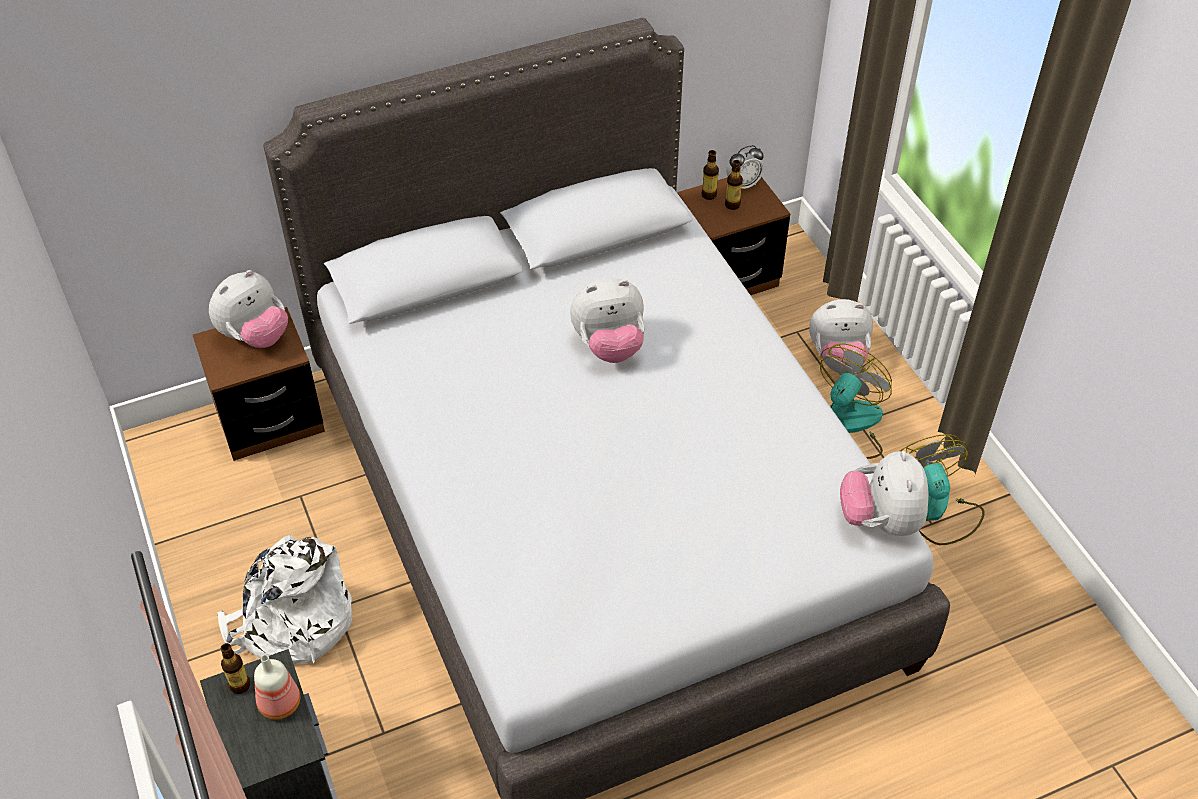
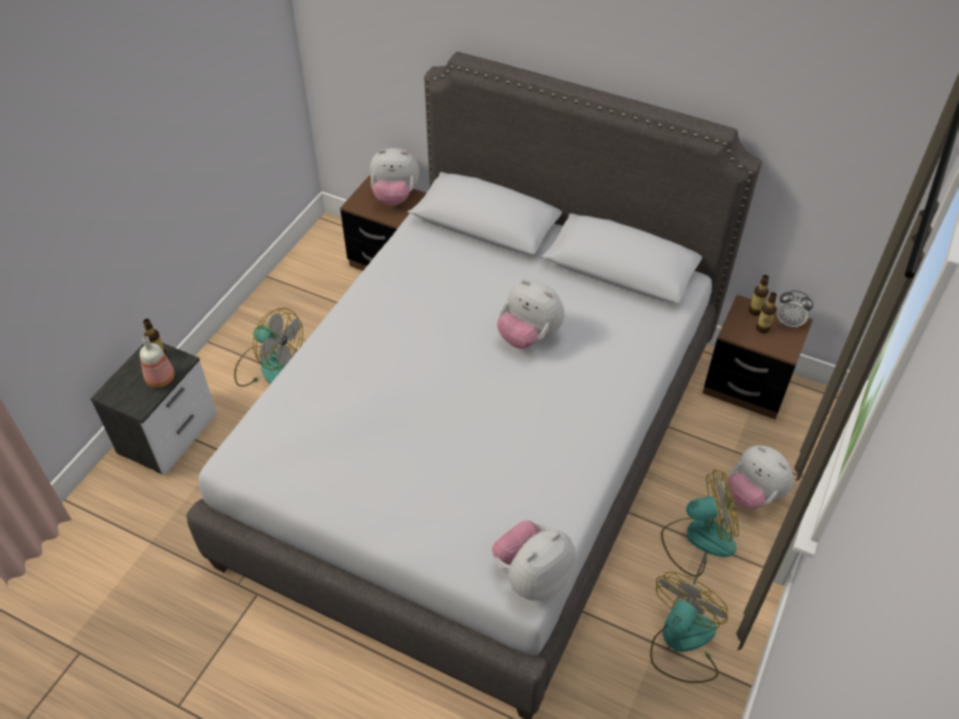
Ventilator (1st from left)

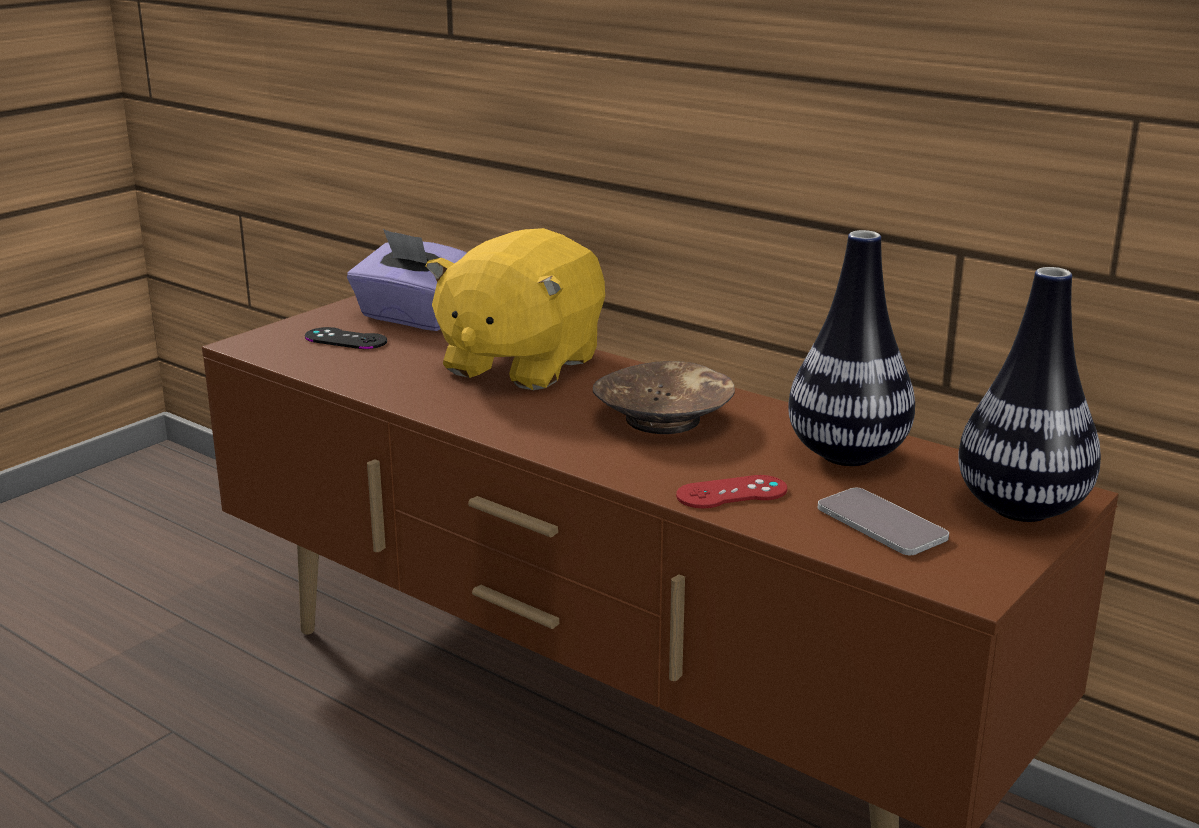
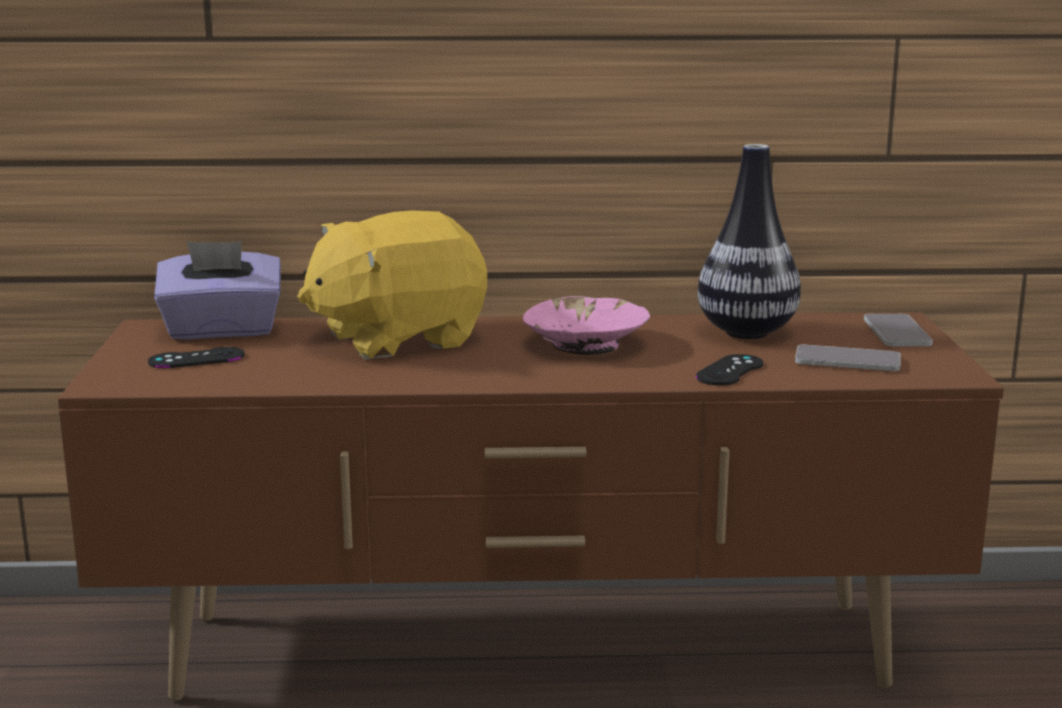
Plüschtier (gelb)
Schüssel (rosa)
Gamepad (schwarz) (2nd from left)
Handy (2nd from left)

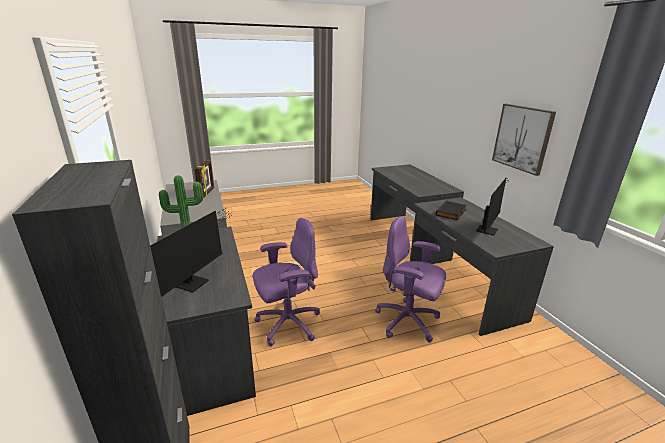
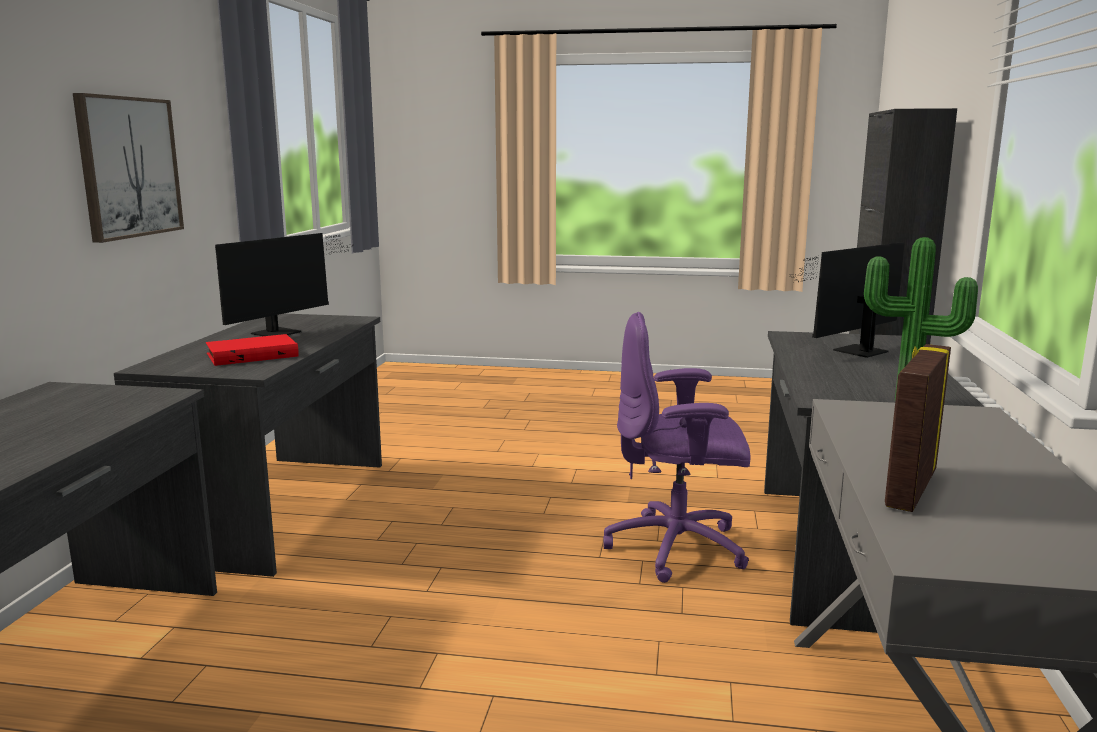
Bürostuhl (lila) (2nd from left in the first image)
Buch (rot)
Monitor (1st from left)

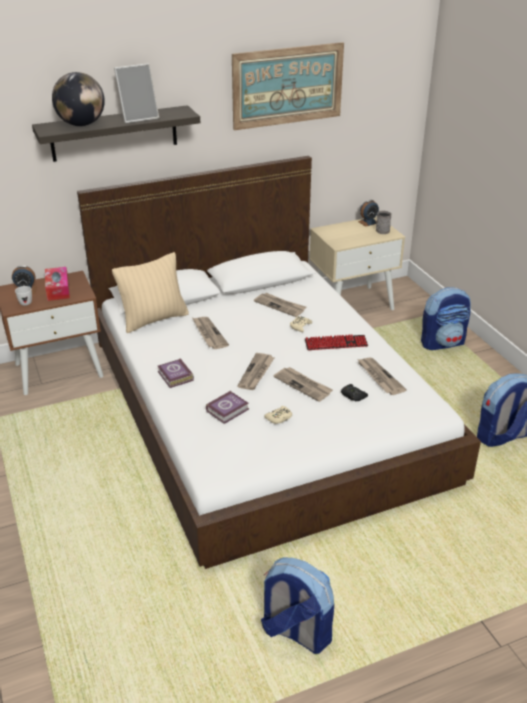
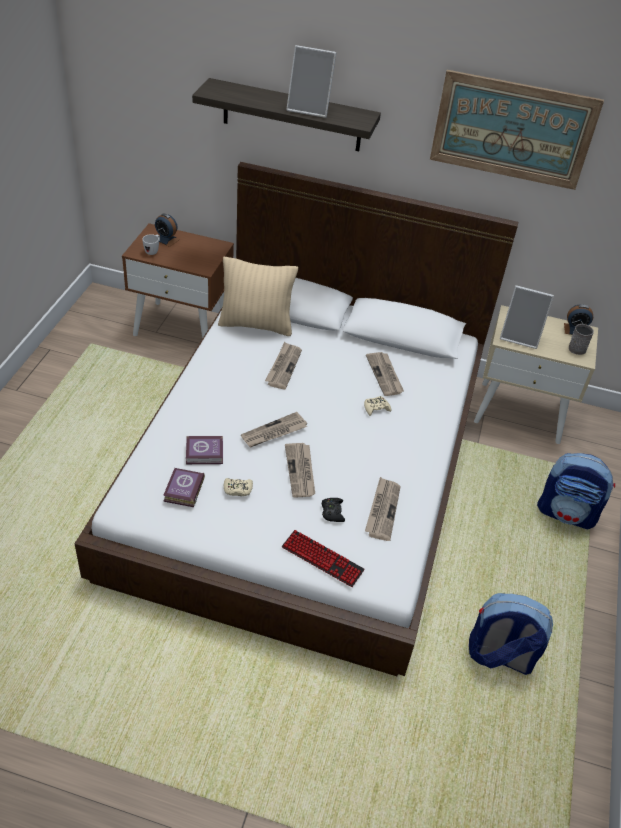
Taschentuchbox
Globus
Buch (1st from left)
Rucksack (1st from left in the first image)
Tastatur
Bilderrahmen (2nd from left)

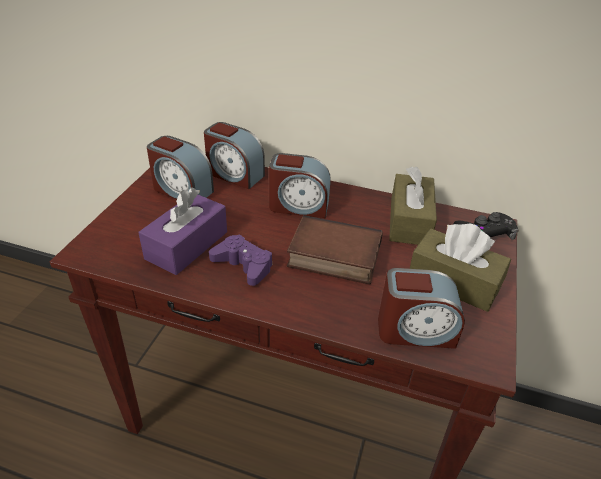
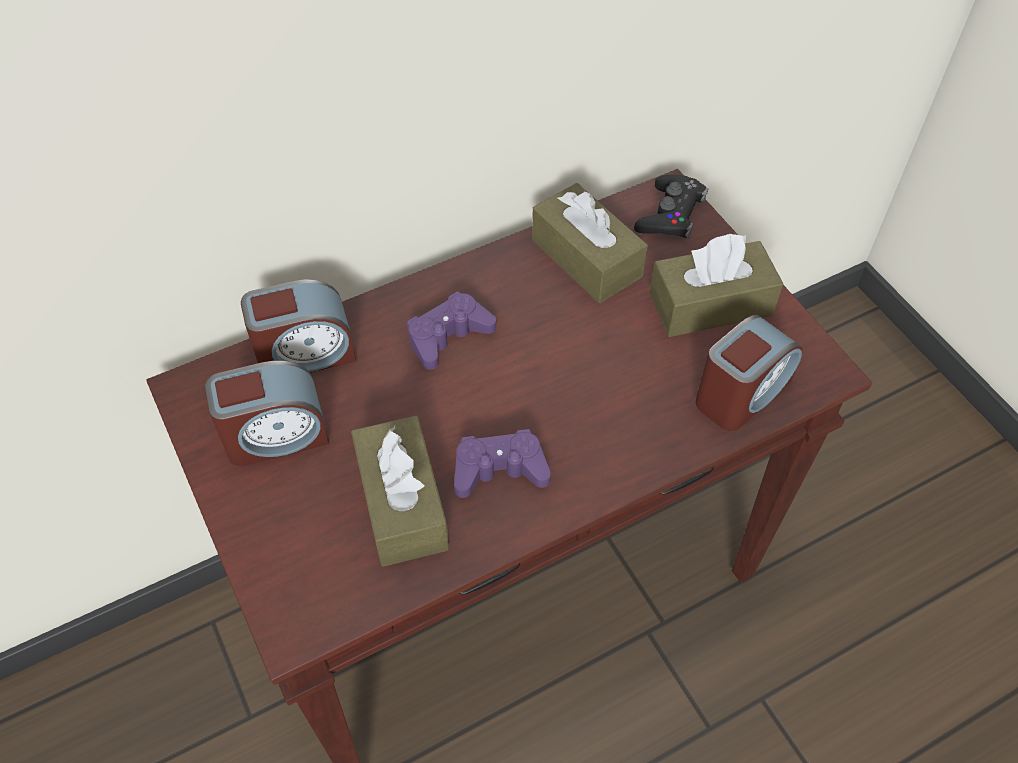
Taschentuchbox (braun) (1st from left)
Gamepad (lila) (1st from left)
Buch

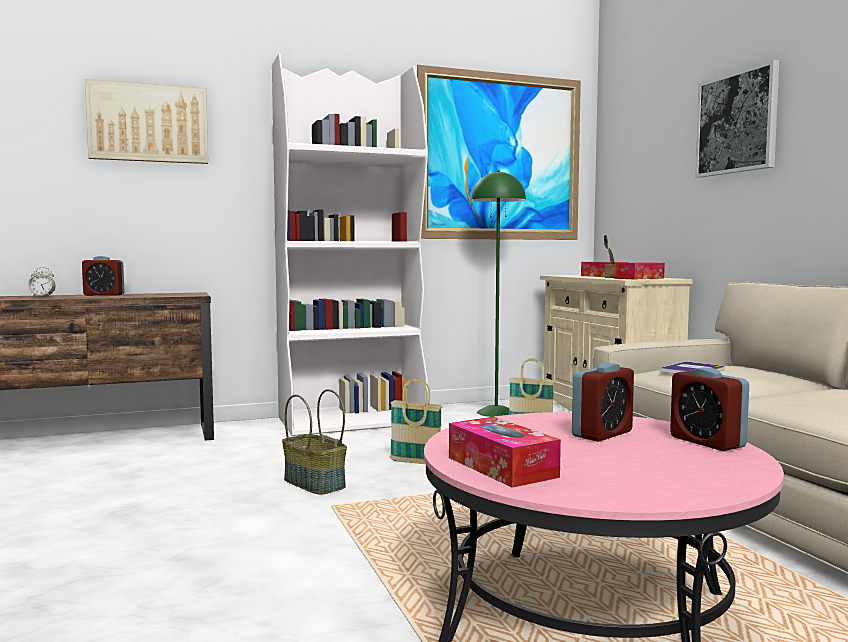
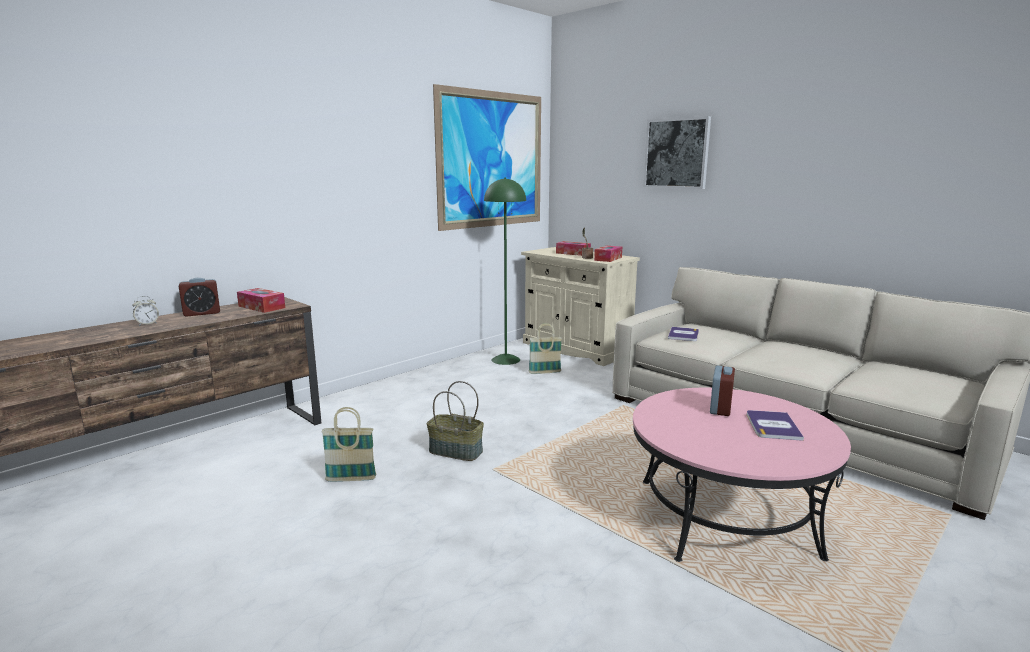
Bild (1st from left in the first image)
Bücherregal (weiß)
Korb (1st from left)
Taschentuchbox (1st from left)
Wecker (4th from left in the first image)
Buch (2nd from left)

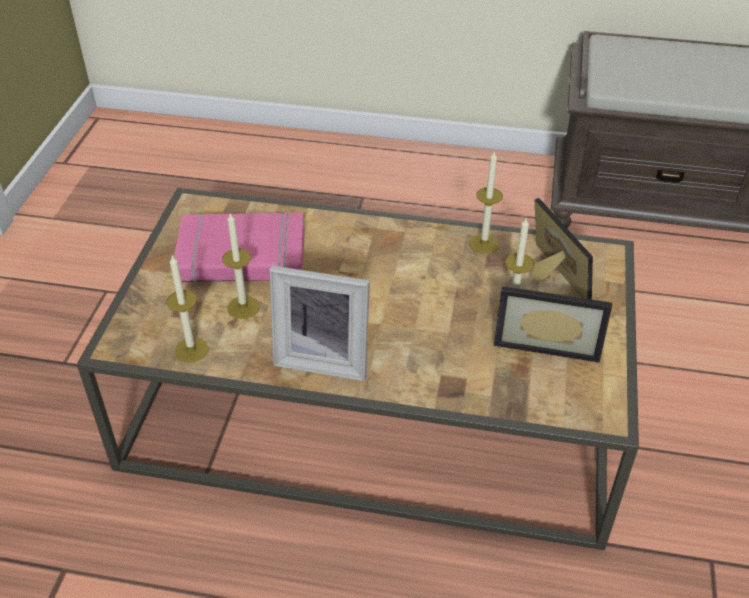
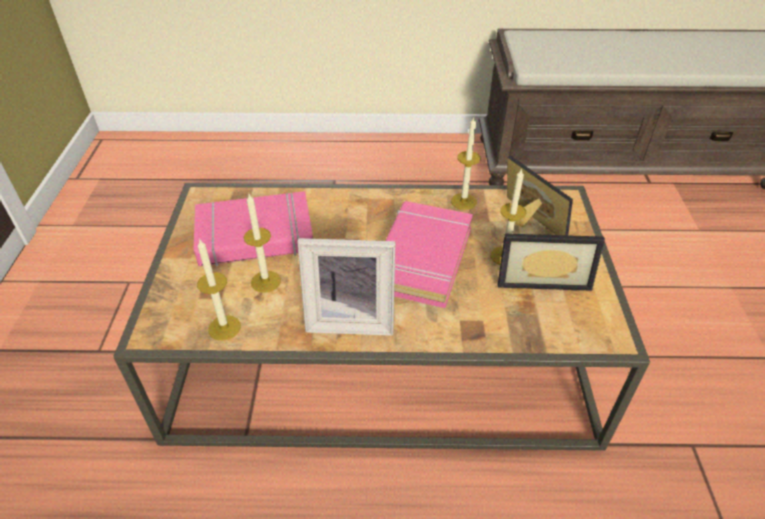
Buch (rosa) (2nd from left)

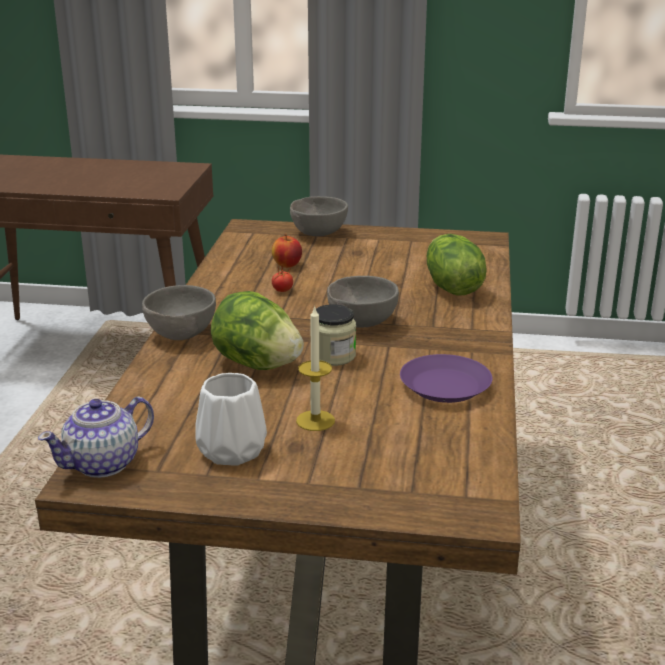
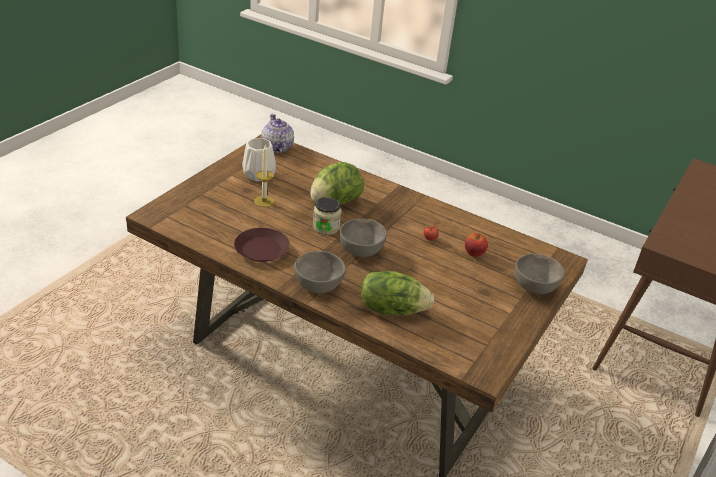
Schüssel (grau) (1st from left)
Teller (braun)

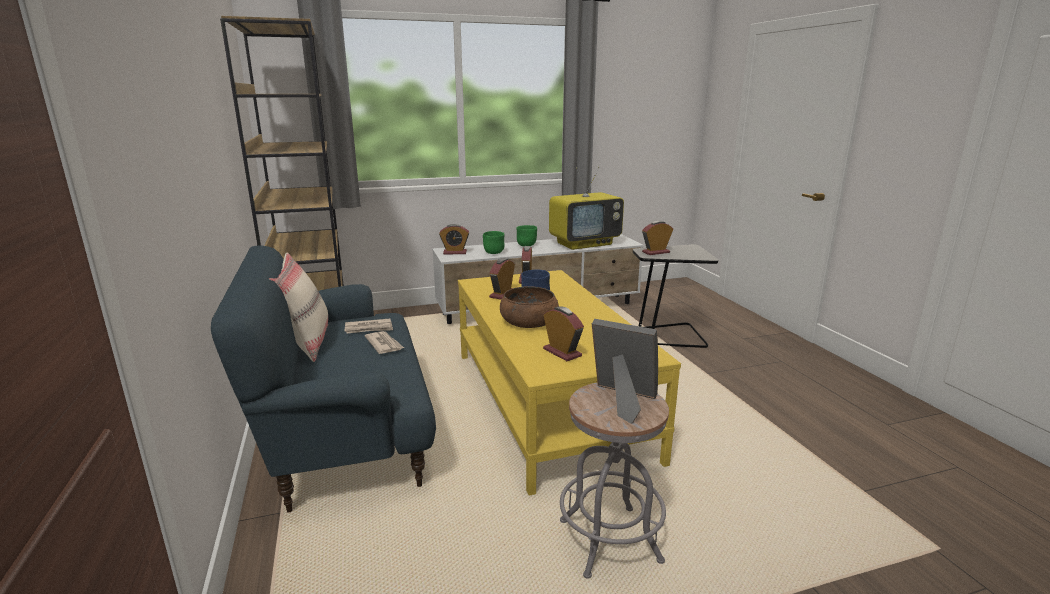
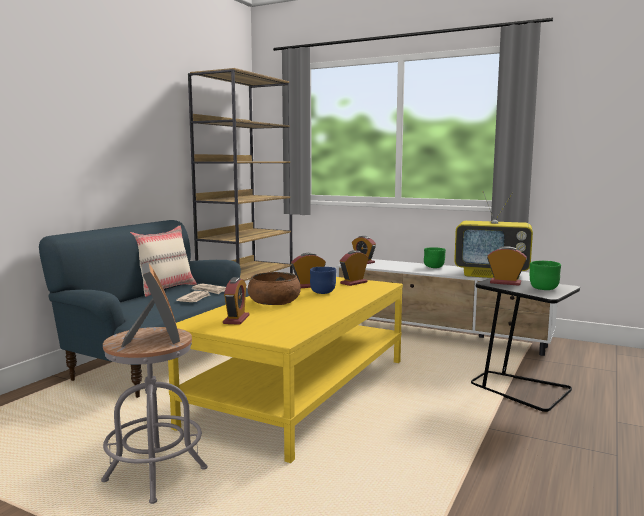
Schüssel (grün) (2nd from left)

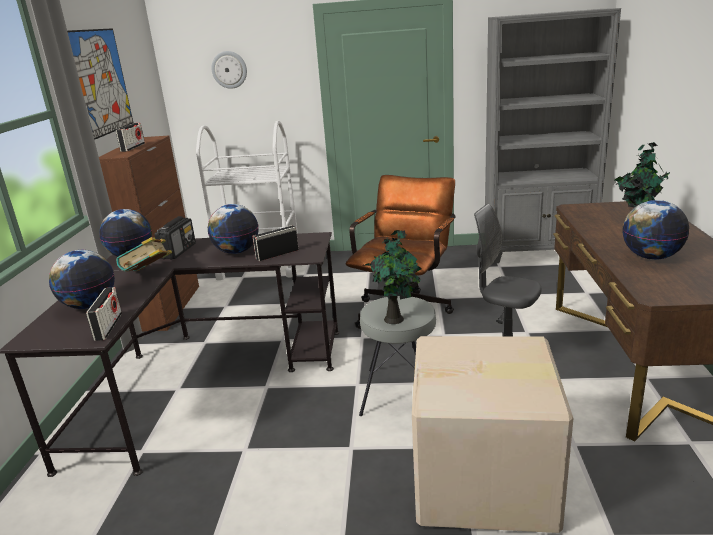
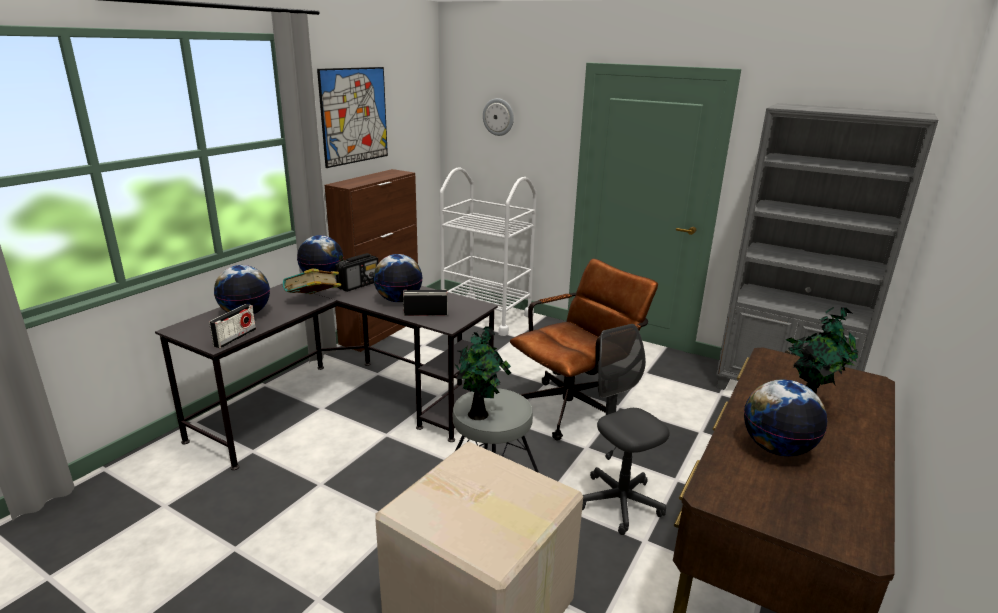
Radio (2nd from left in the first image)

